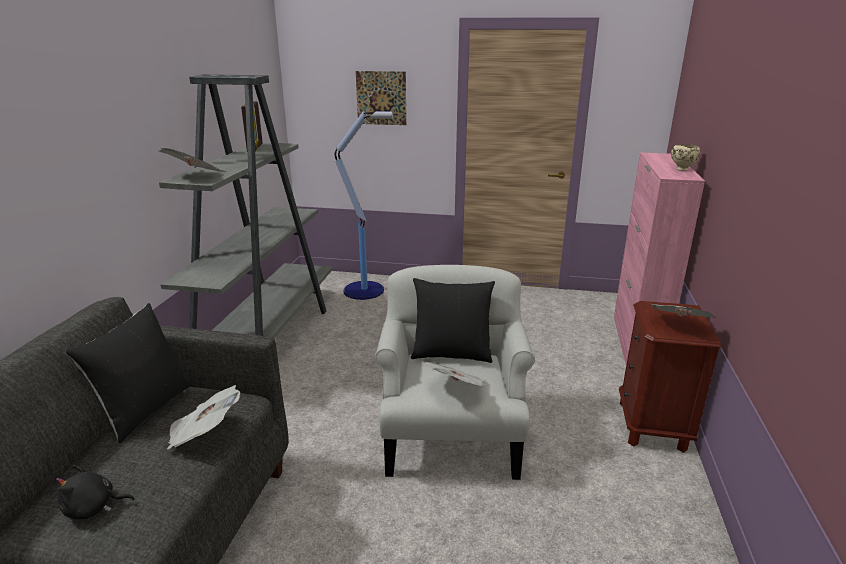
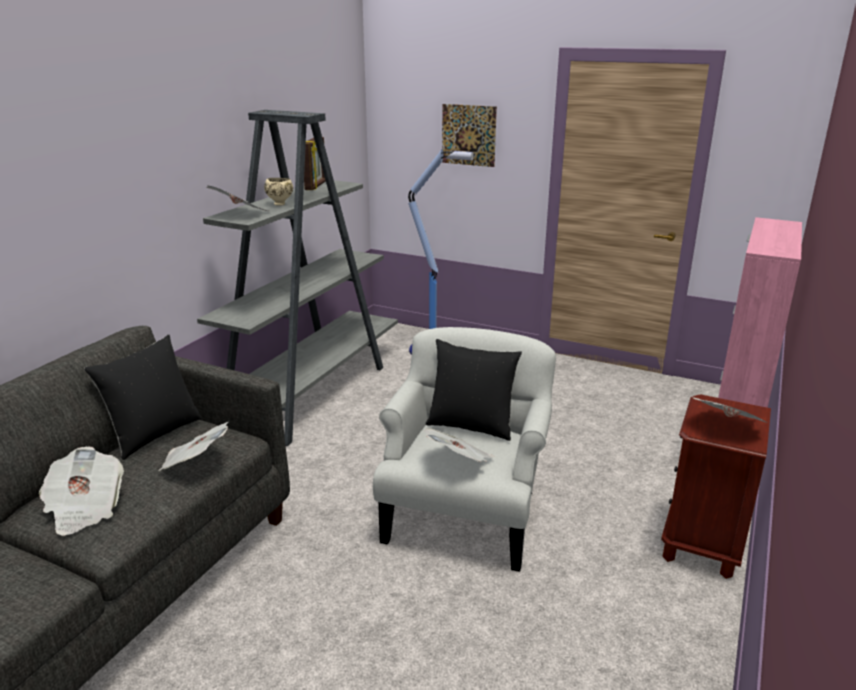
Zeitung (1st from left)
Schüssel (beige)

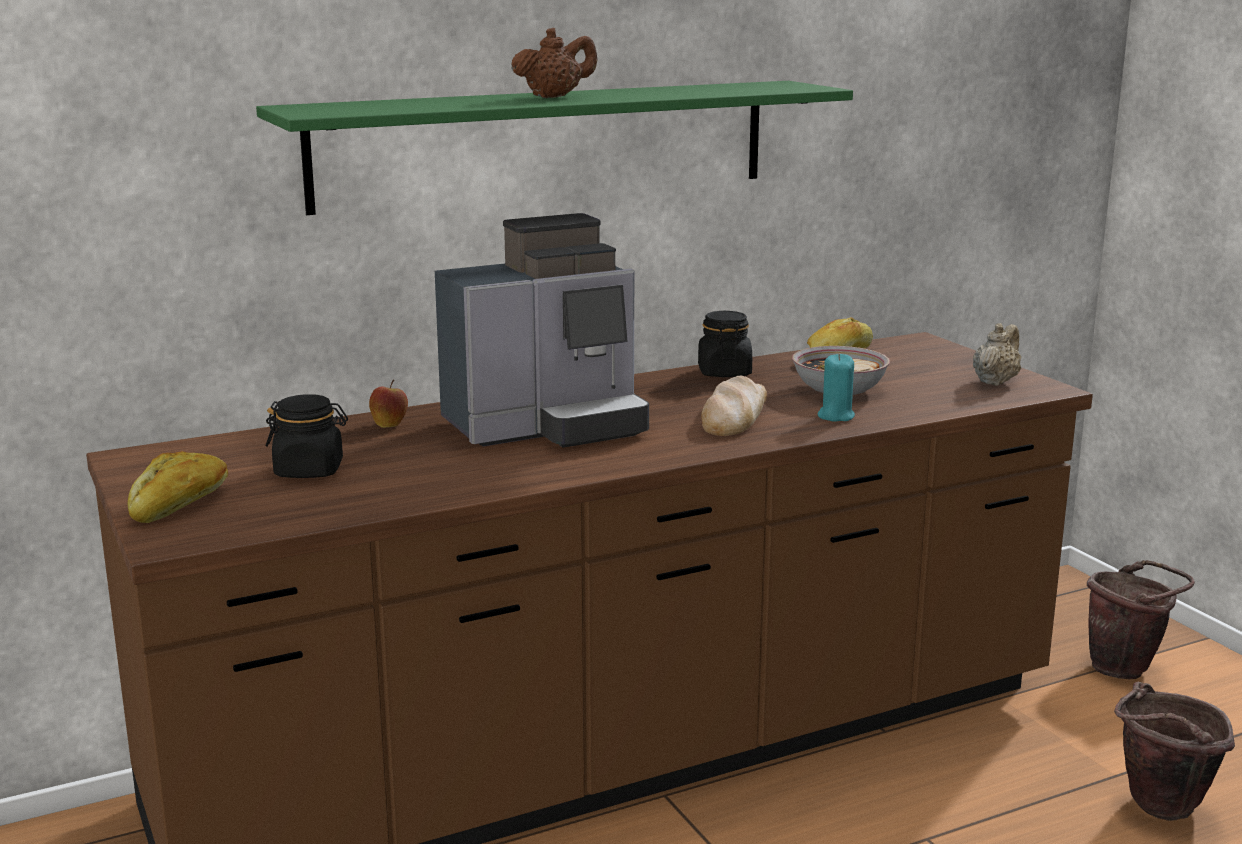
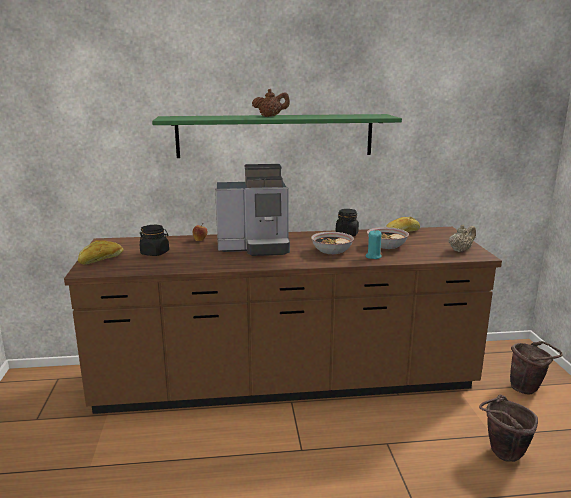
Schüssel (1st from left)

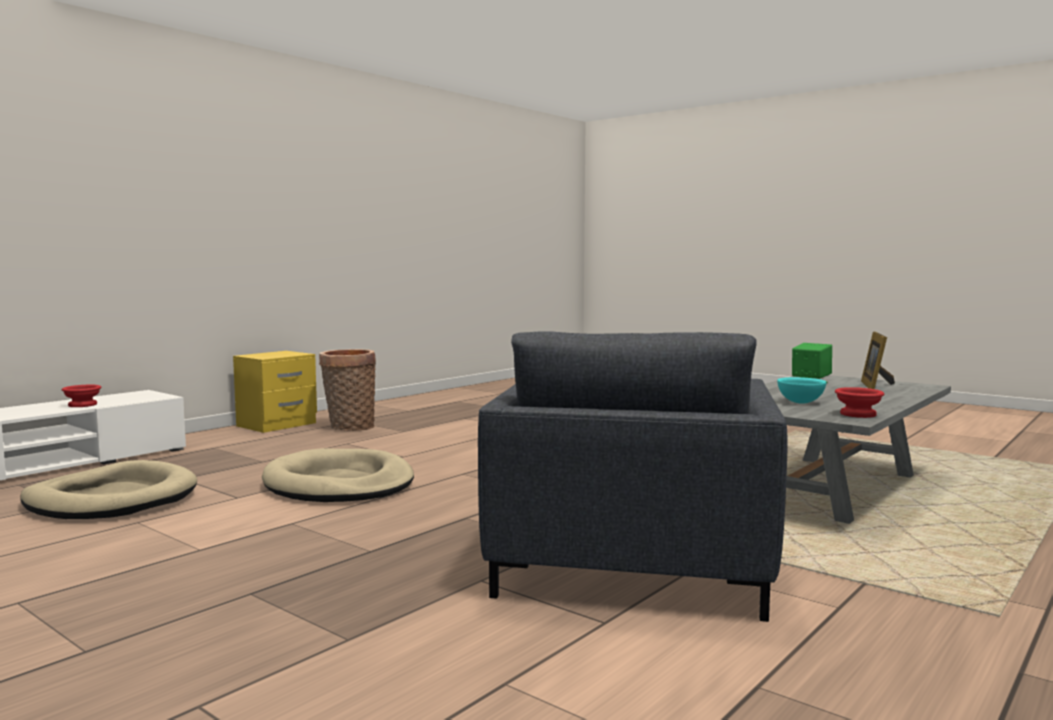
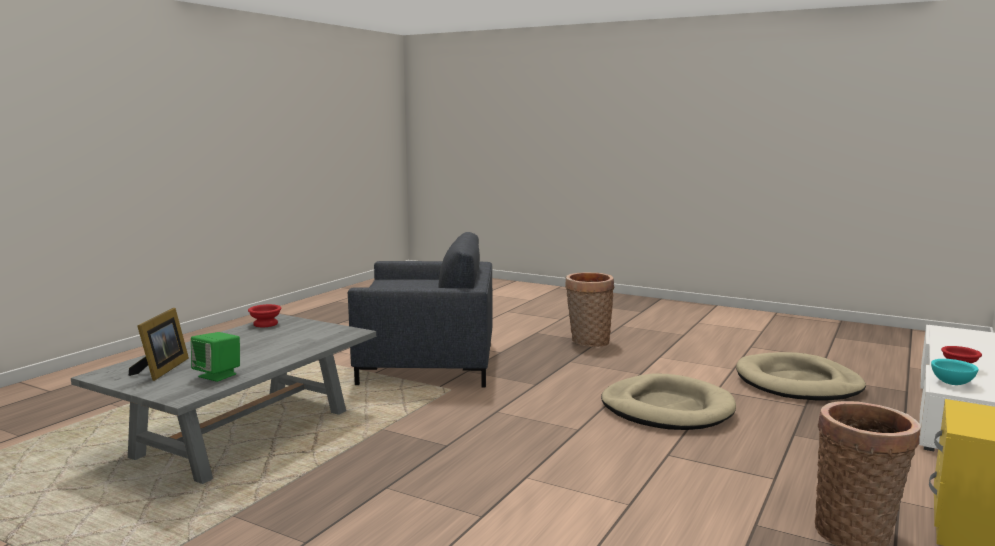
Sessel (grau)
Schüssel (türkis)
Korb (1st from left)

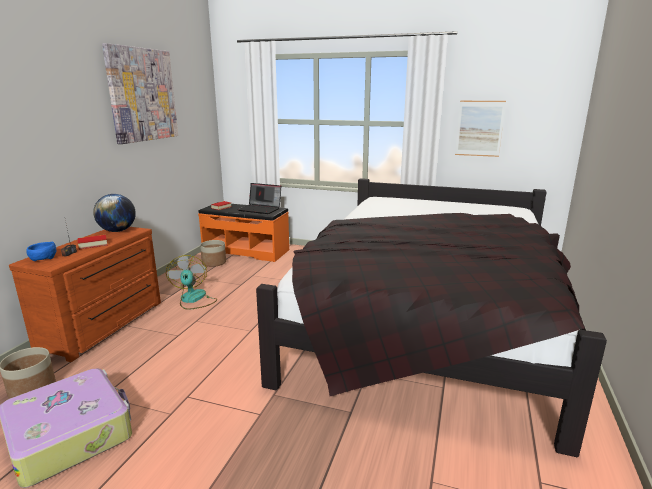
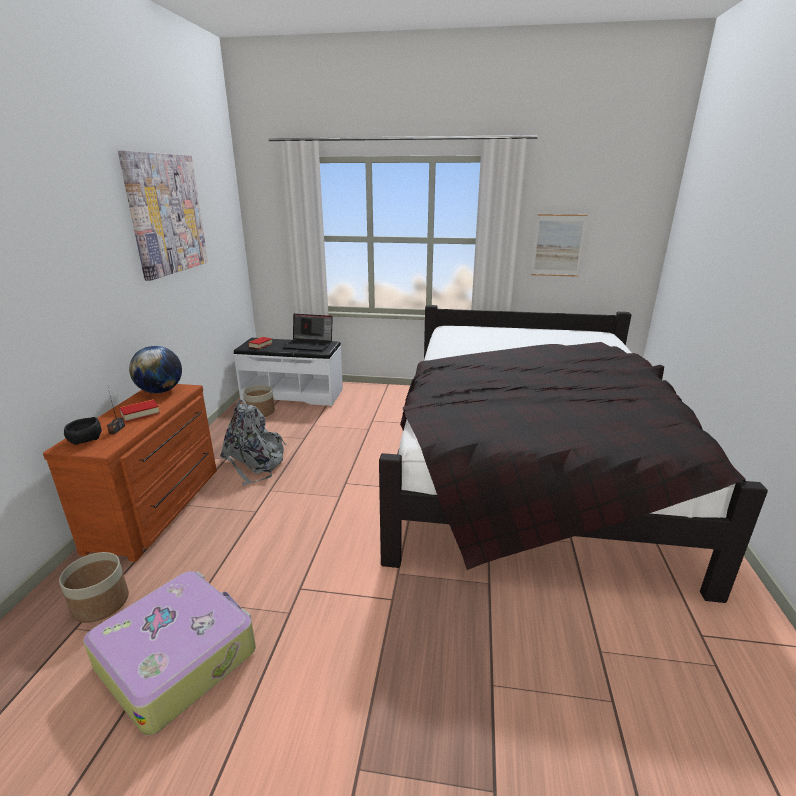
Schüssel (schwarz)
Rucksack (grau)
Bank (weiß)

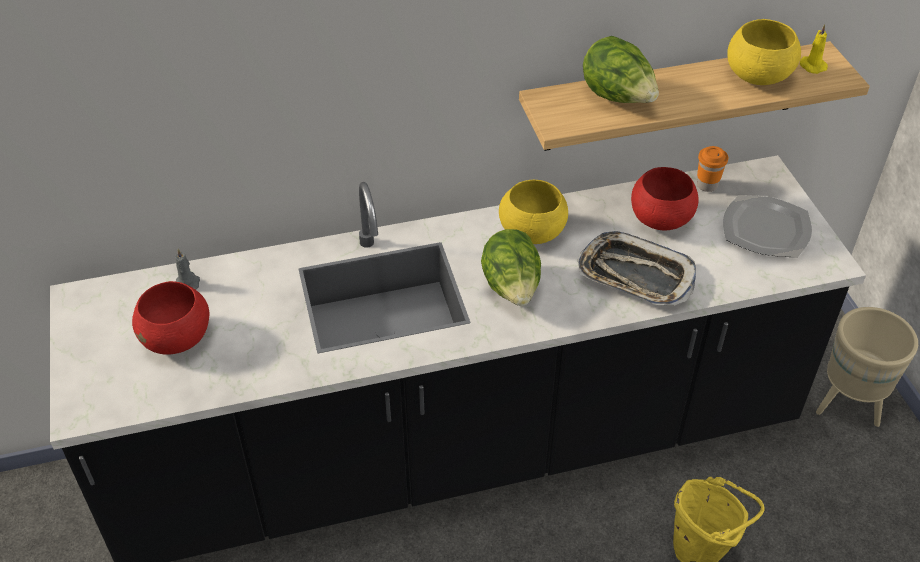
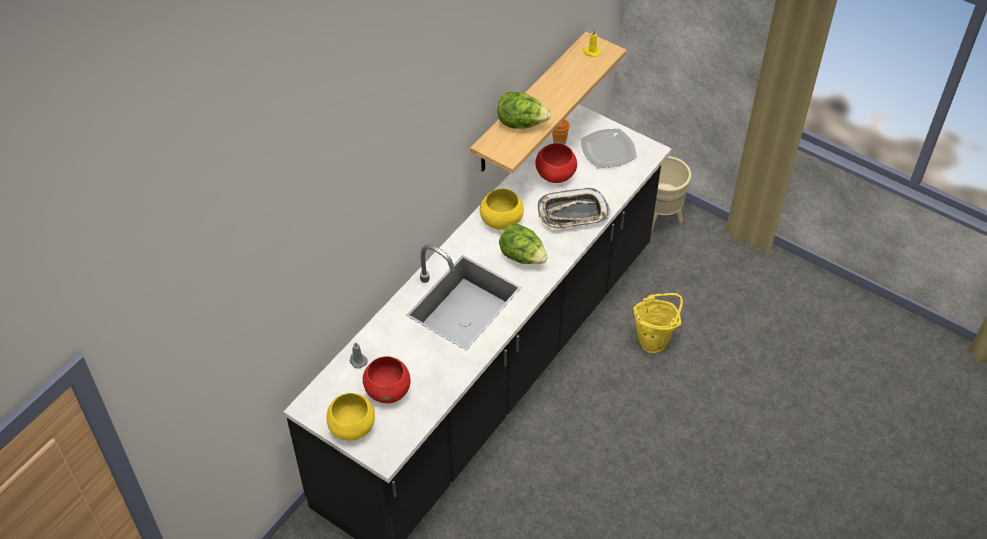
Schüssel (gelb) (1st from left)

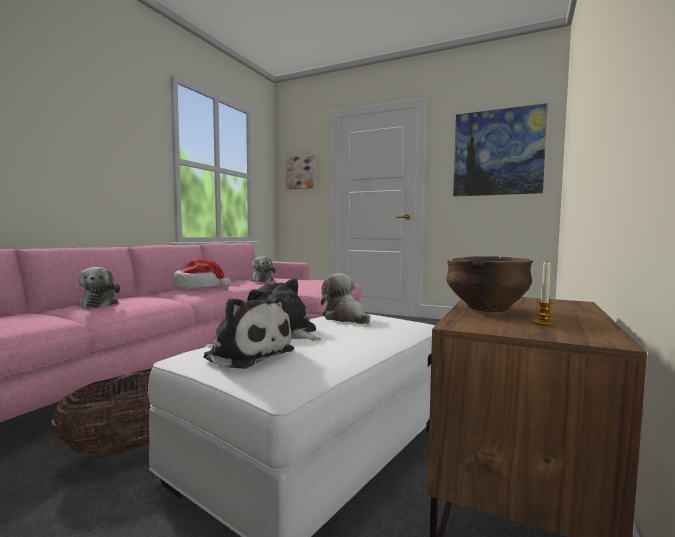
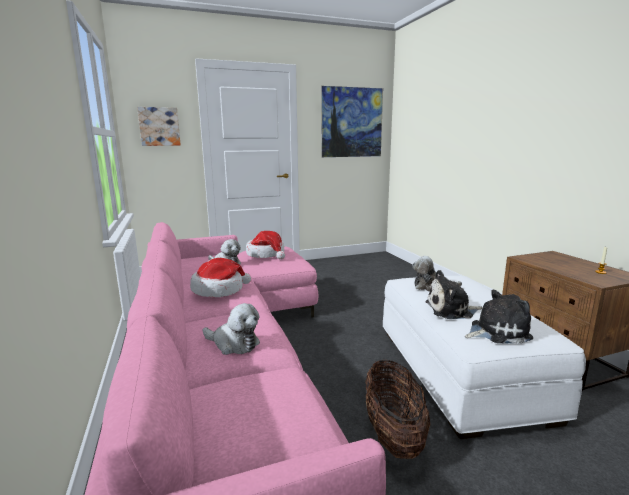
Schüssel
Hut (2nd from left)

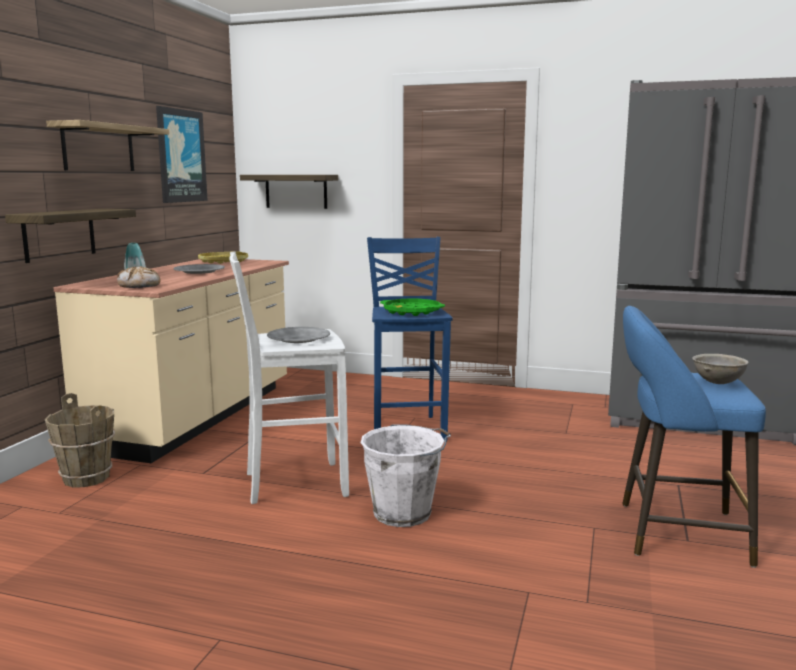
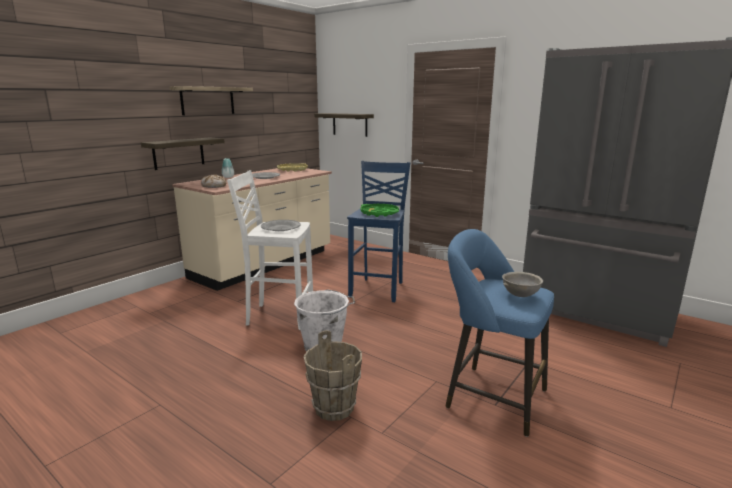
Eimer (braun)
Bild

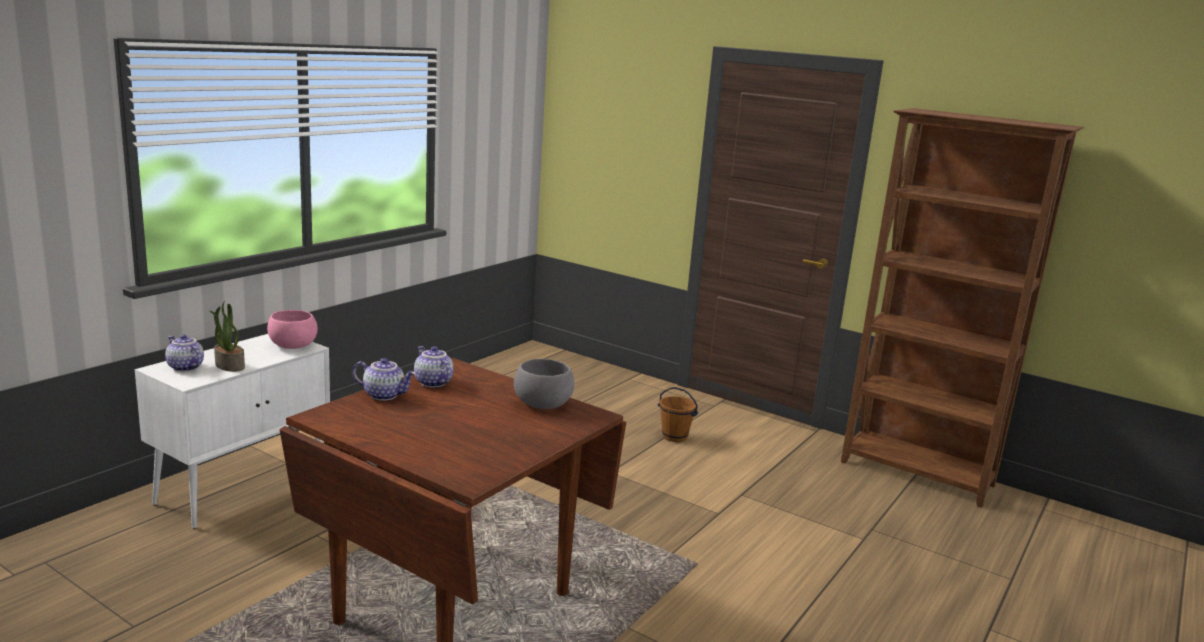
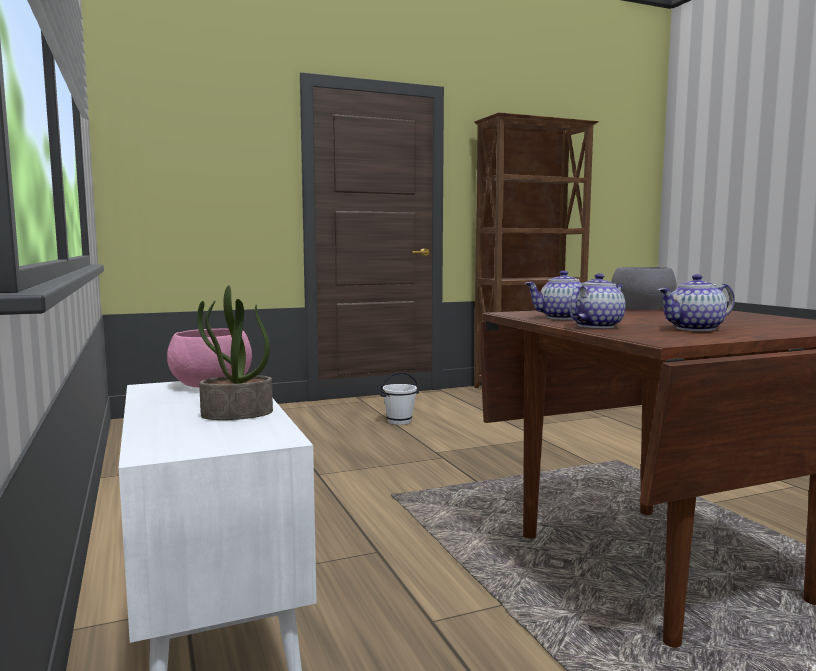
Teekanne (3rd from left)
Eimer (weiß)

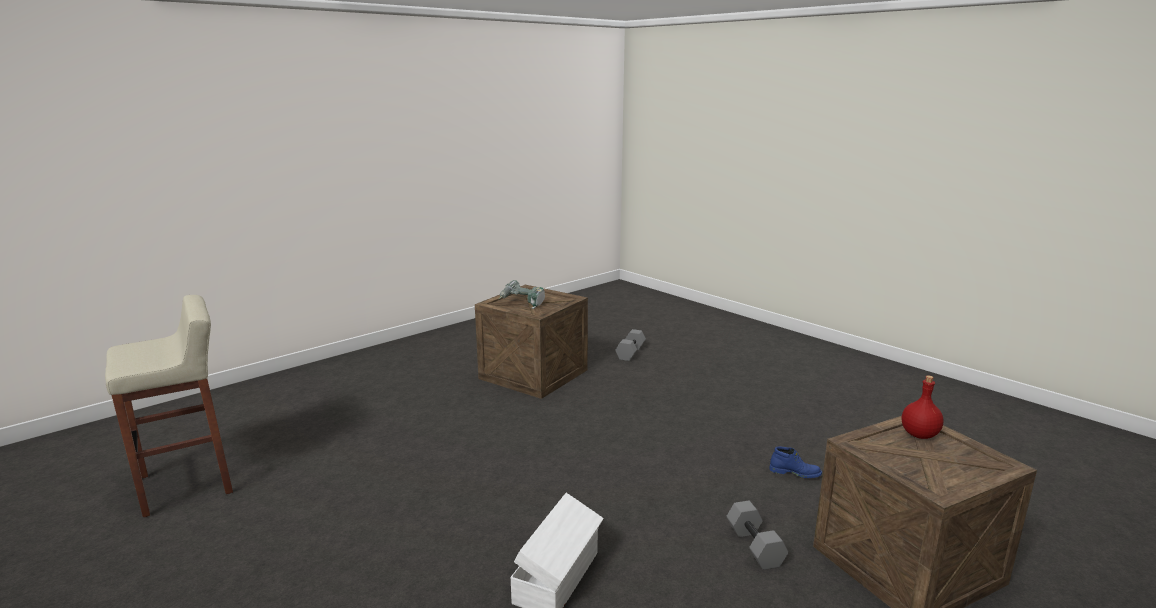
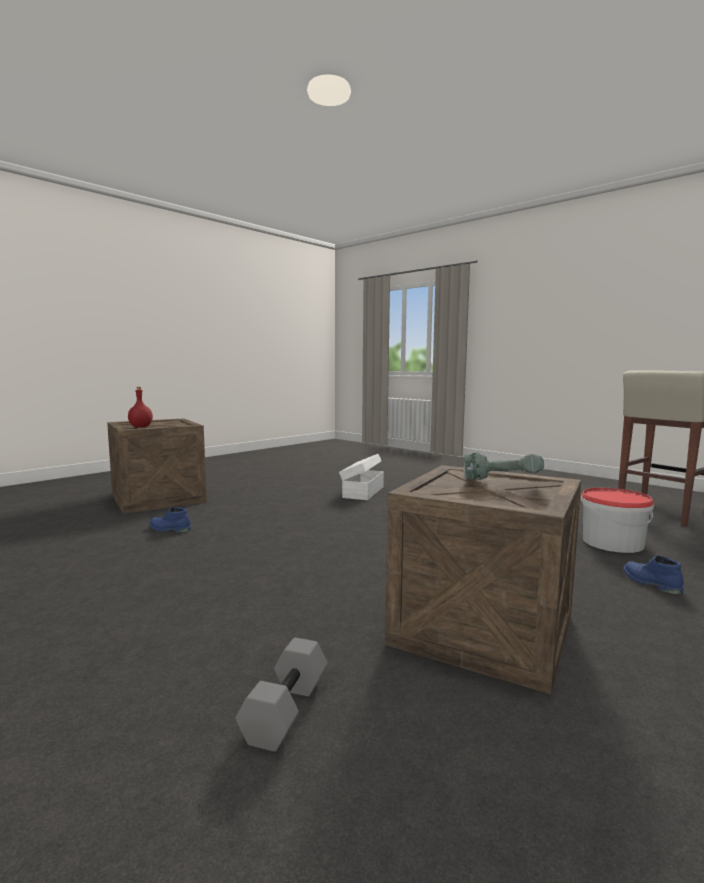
Hantel (grau) (2nd from left in the first image)
Eimer
Stiefel (blau) (2nd from left)

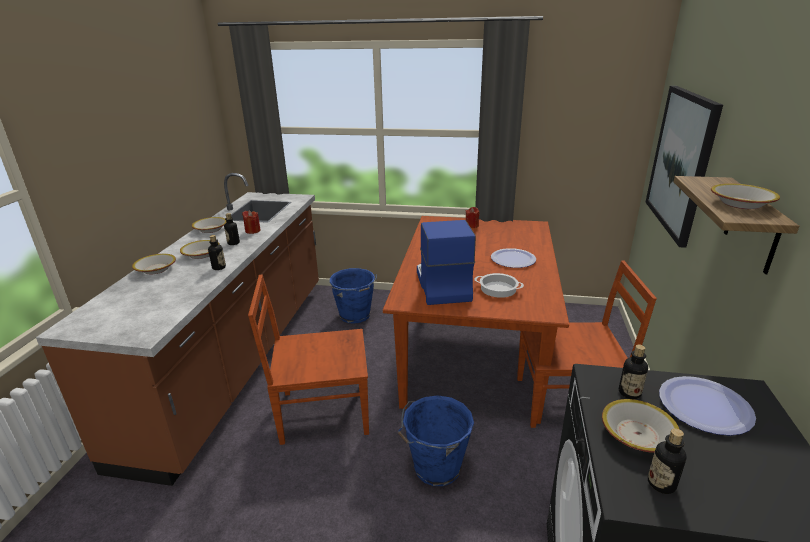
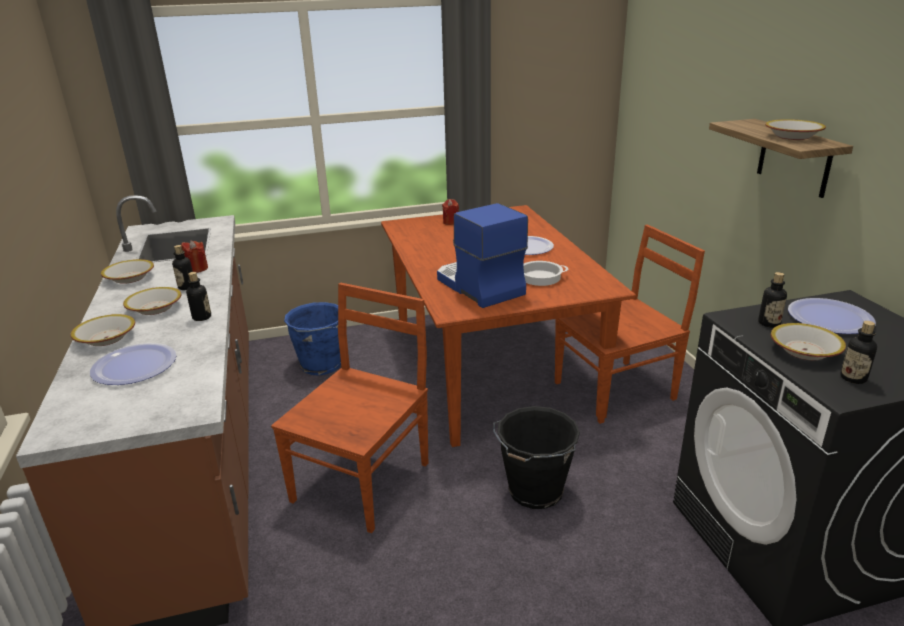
Stuhl (braun) (1st from left)
Eimer (schwarz)
Bild
Teller (1st from left)

